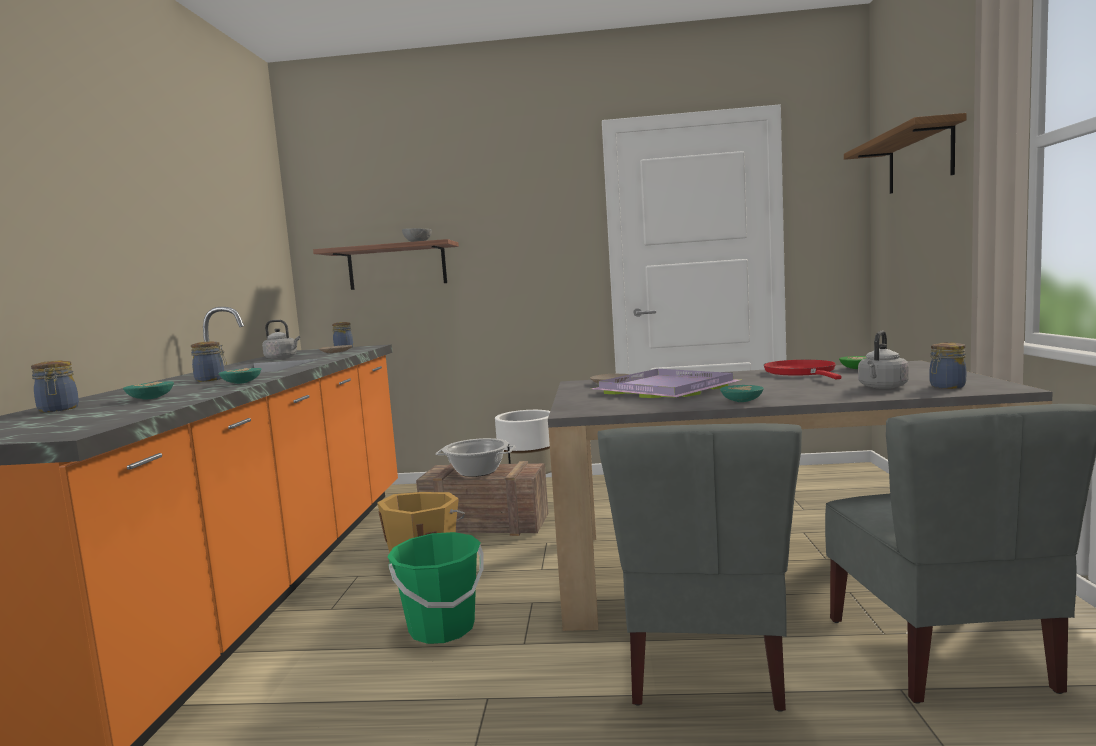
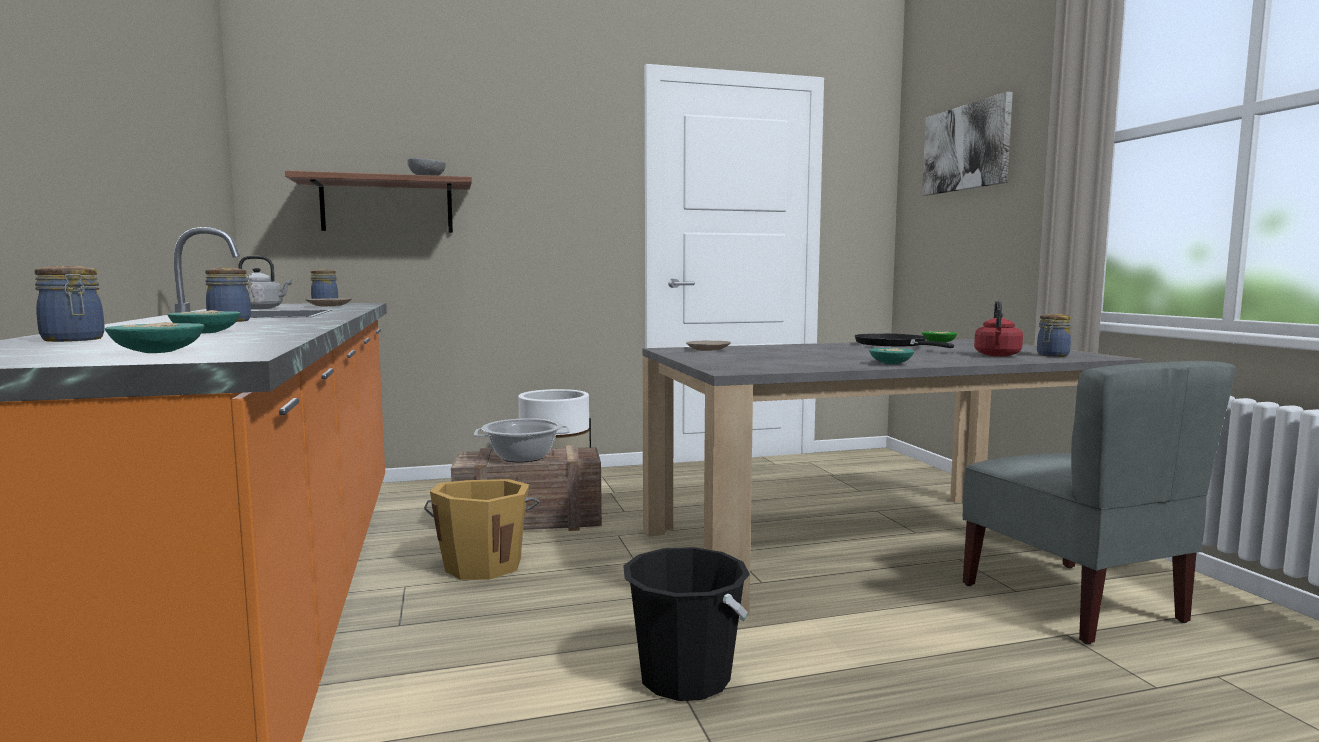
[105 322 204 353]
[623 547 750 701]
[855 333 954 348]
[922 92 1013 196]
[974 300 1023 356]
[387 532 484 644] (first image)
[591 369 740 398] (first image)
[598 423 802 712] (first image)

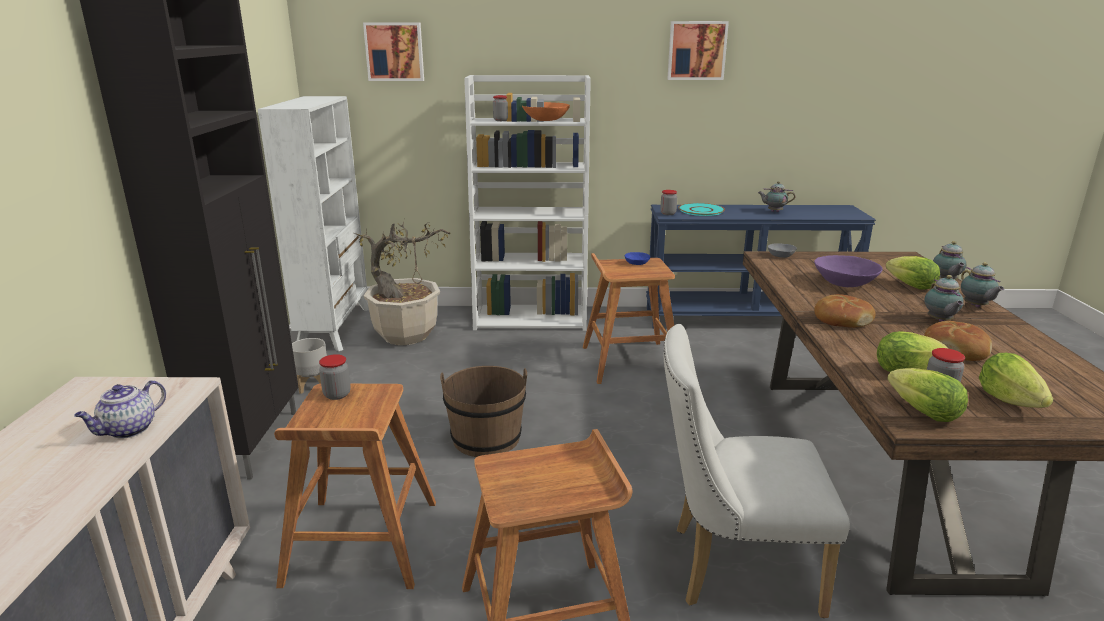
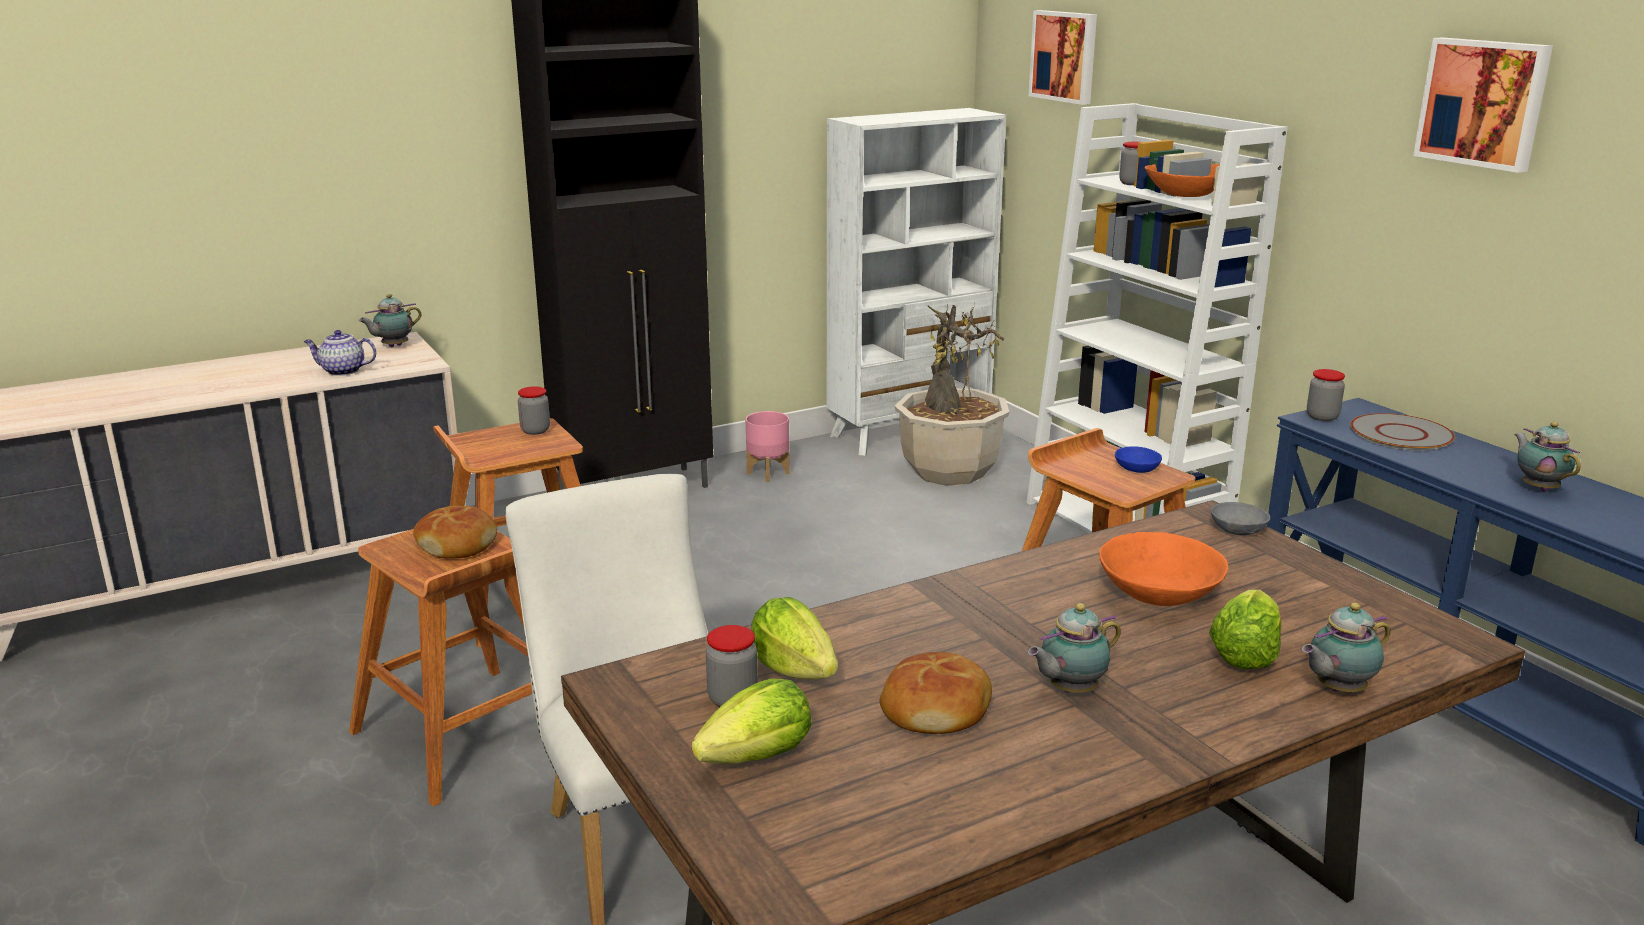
[359 294 421 347]
[413 506 497 559]
[746 411 790 482]
[1099 532 1228 606]
[1350 413 1455 451]
[440 366 527 457] (first image)
[887 368 968 422] (first image)

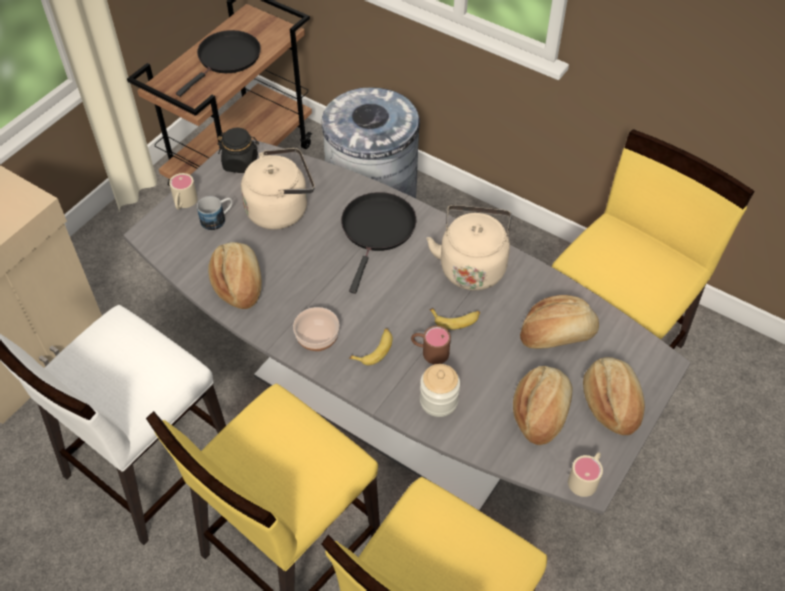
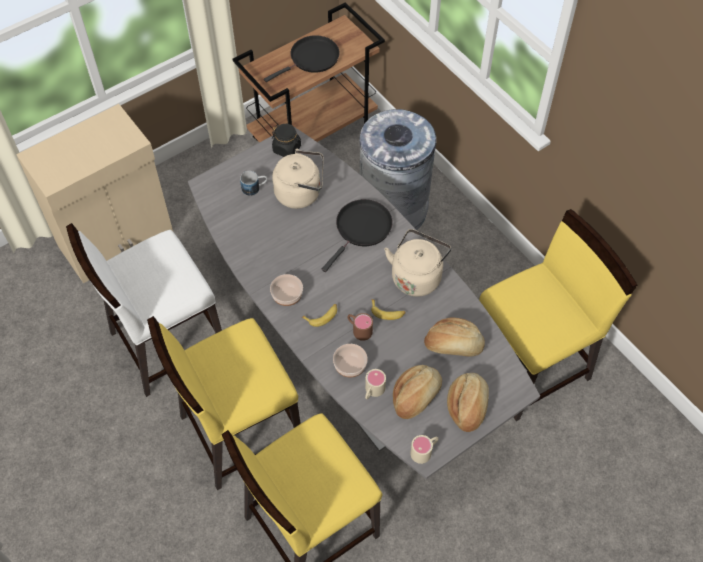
[333 344 368 378]
[365 369 386 399]
[208 242 262 309] (first image)

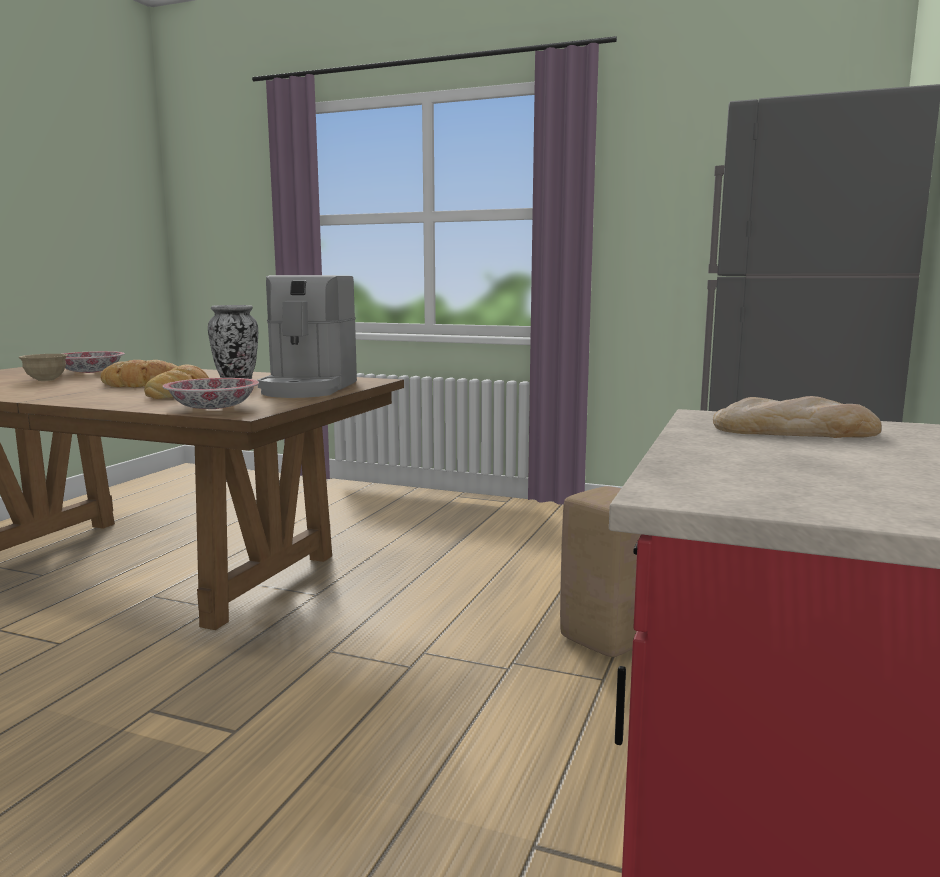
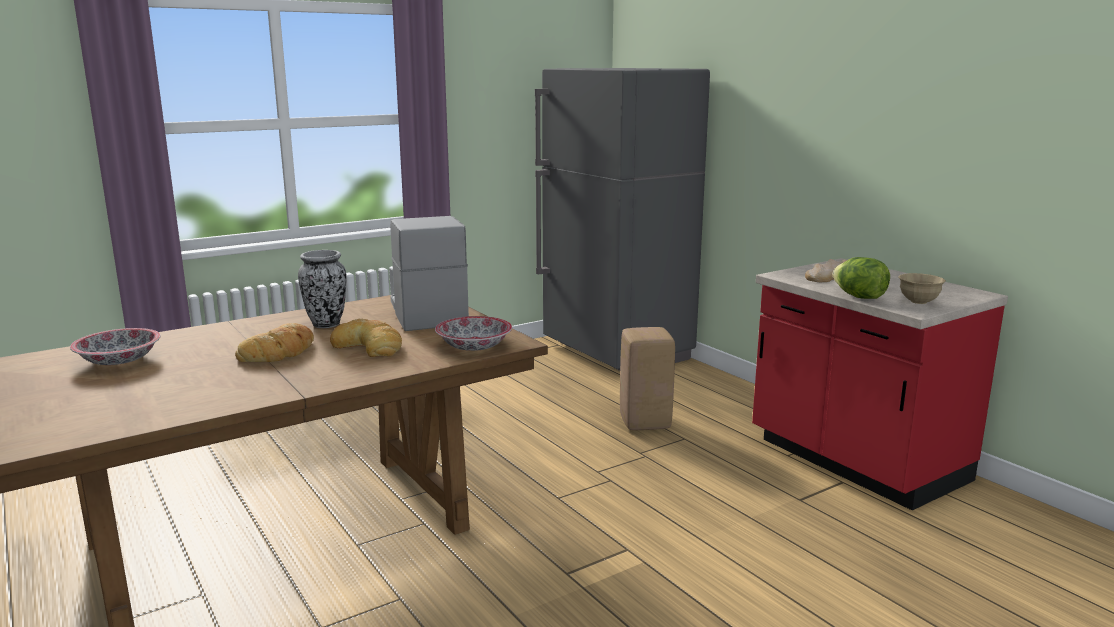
[390 216 469 331]
[833 257 890 299]
[899 273 946 304]

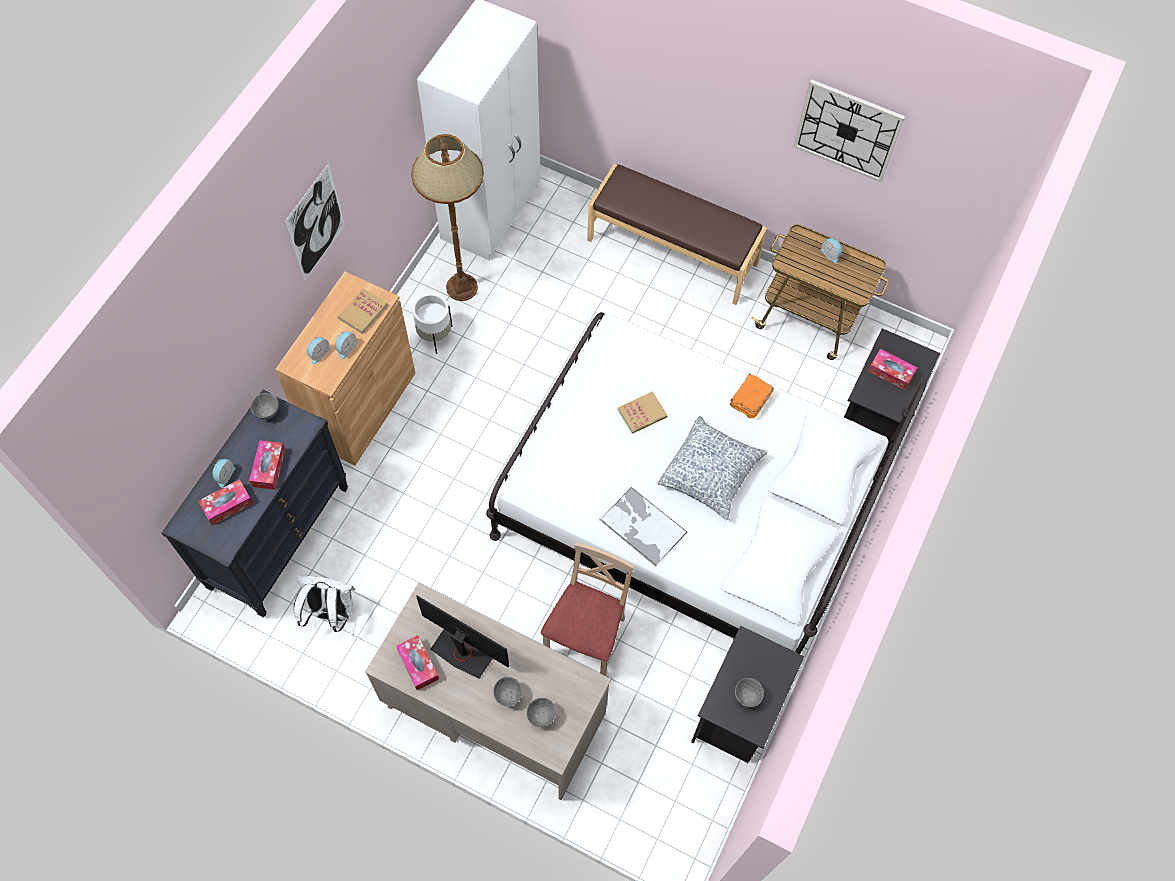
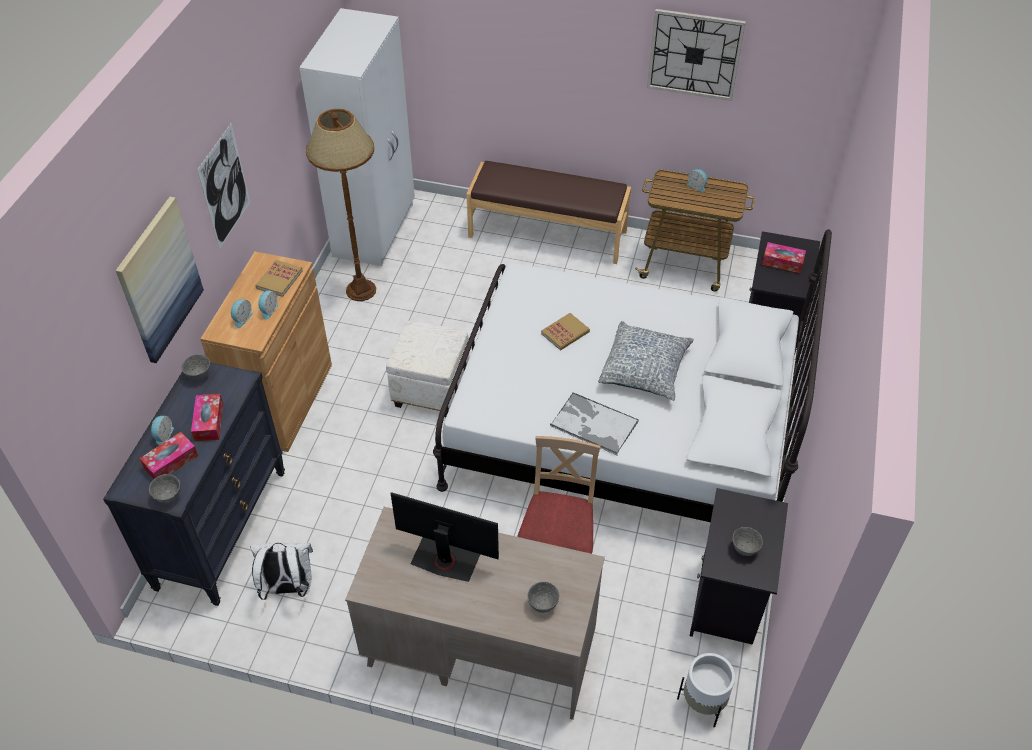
[116 197 204 363]
[149 474 180 503]
[386 321 469 417]
[677 653 735 727]
[396 635 439 690] (first image)
[730 373 774 419] (first image)

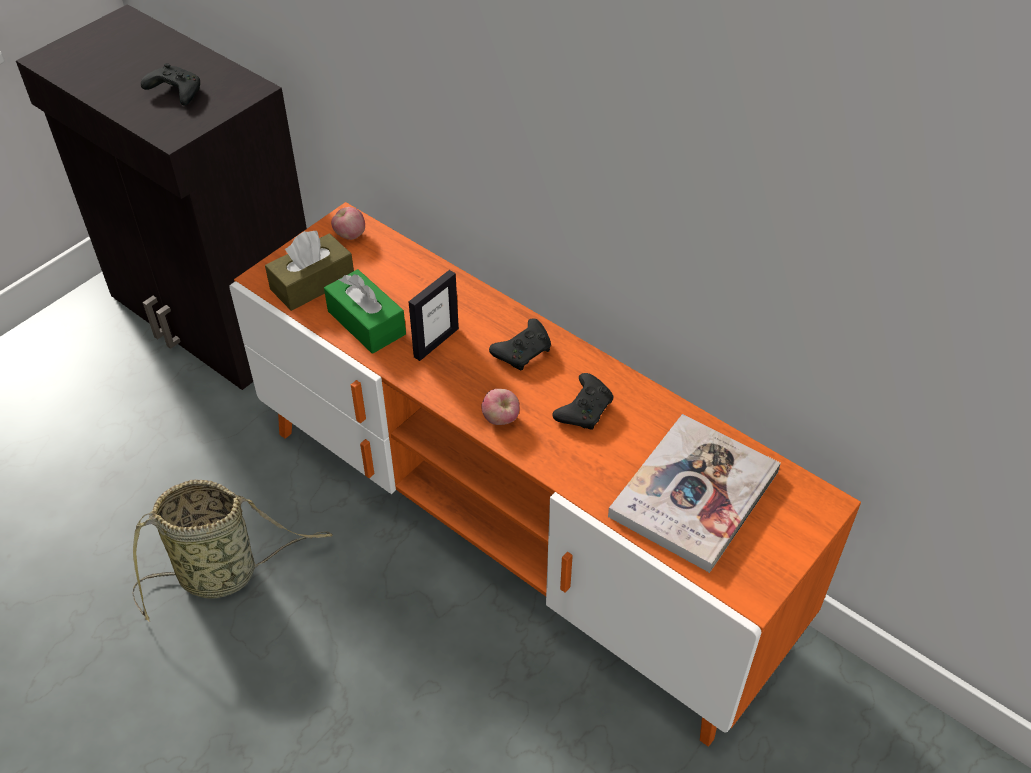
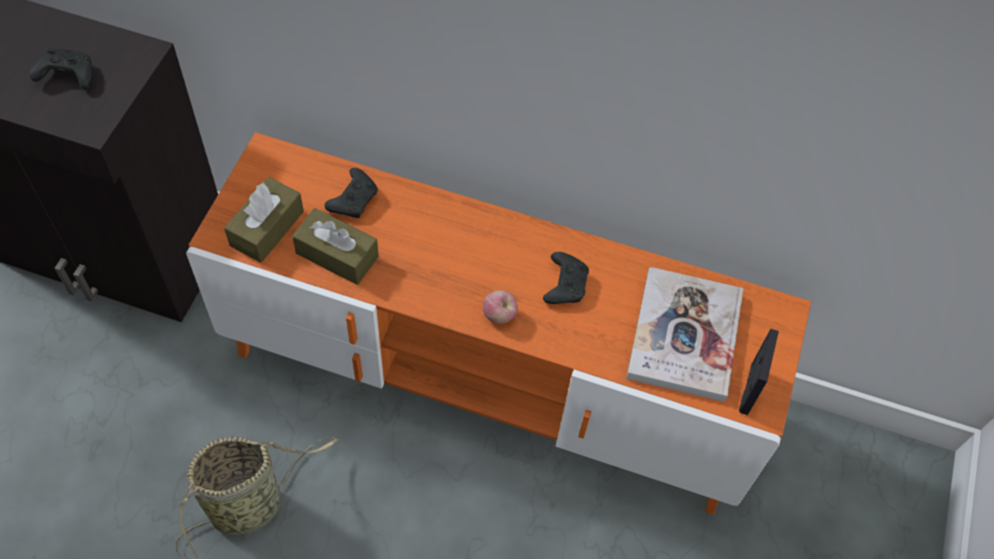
[292 208 379 285]
[325 168 378 218]
[739 329 779 415]
[331 207 365 240] (first image)

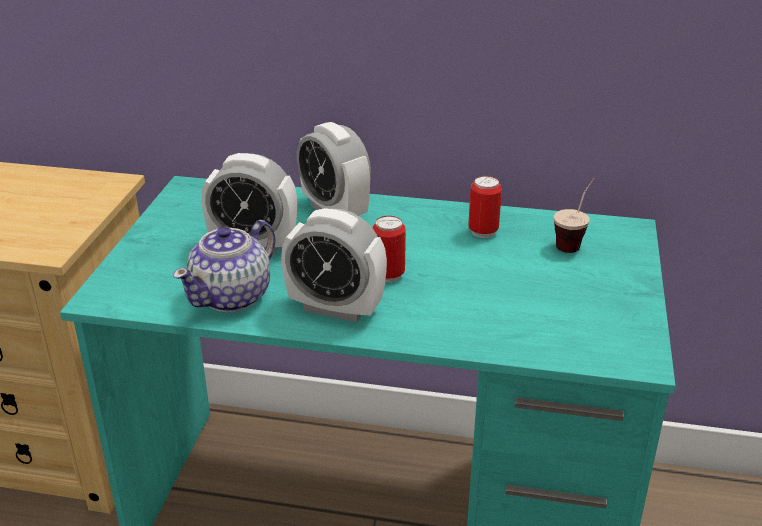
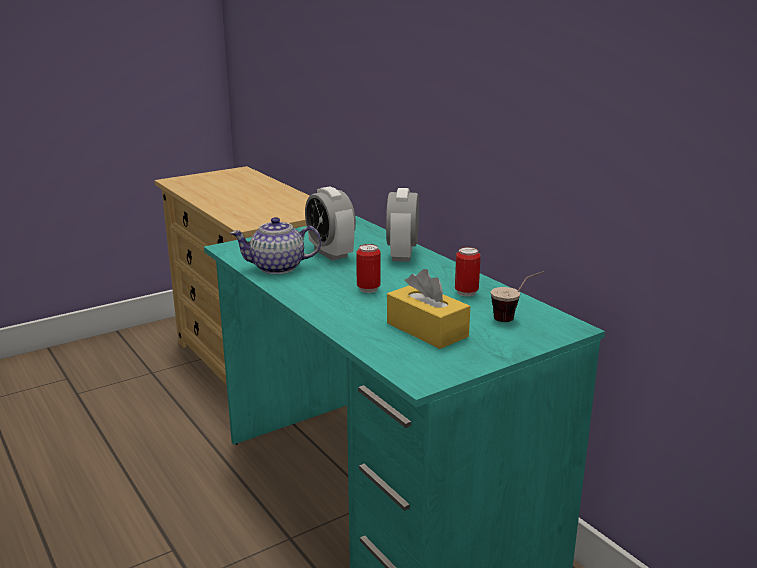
[387 269 470 349]
[281 208 387 323] (first image)

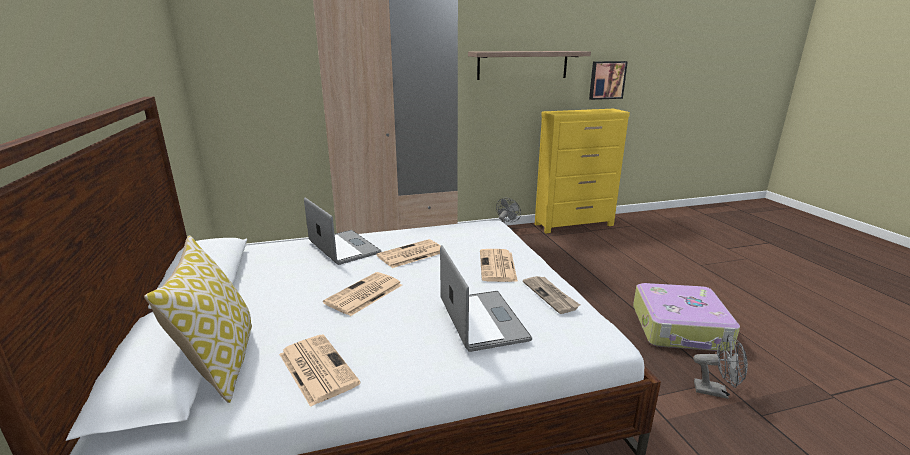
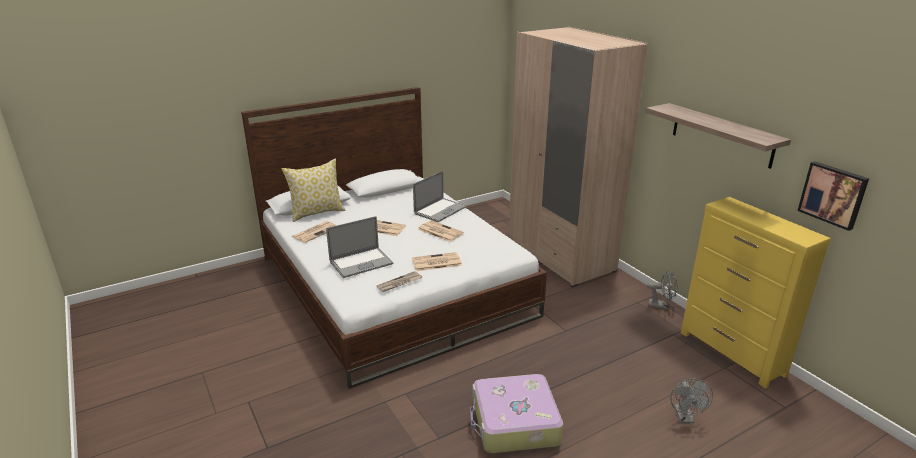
[671 379 713 423]

